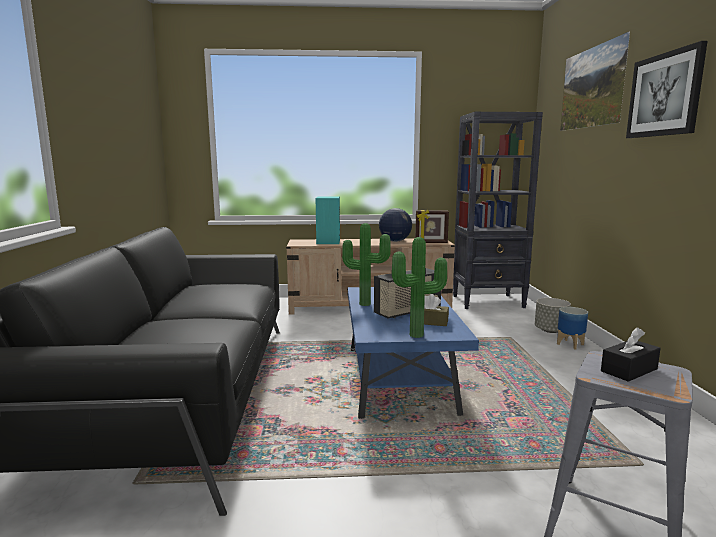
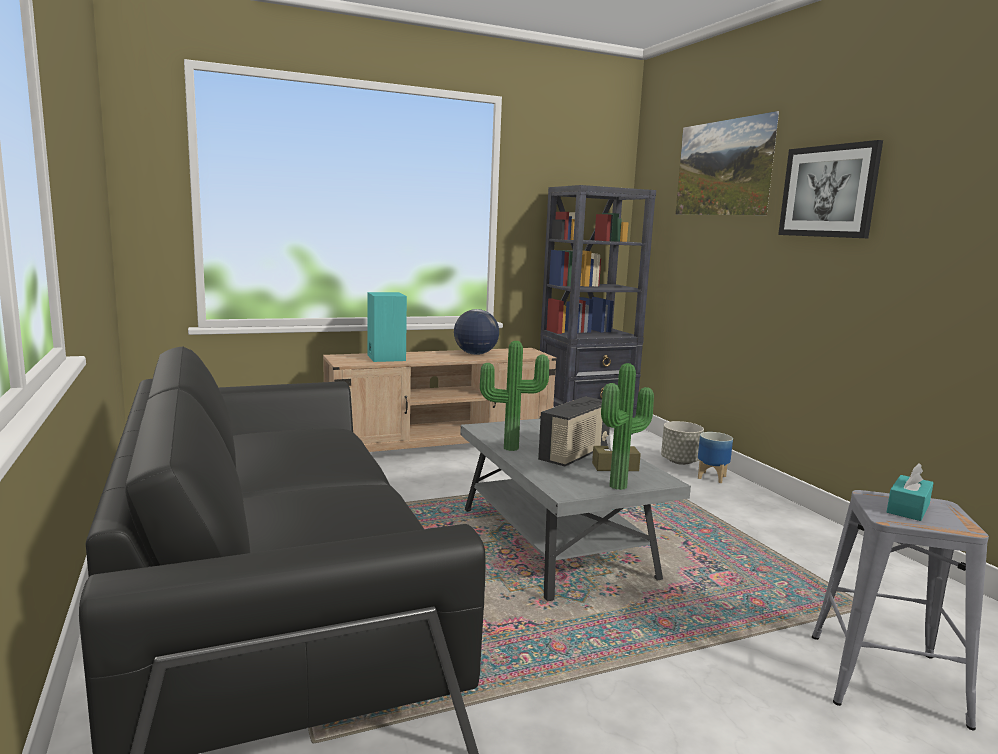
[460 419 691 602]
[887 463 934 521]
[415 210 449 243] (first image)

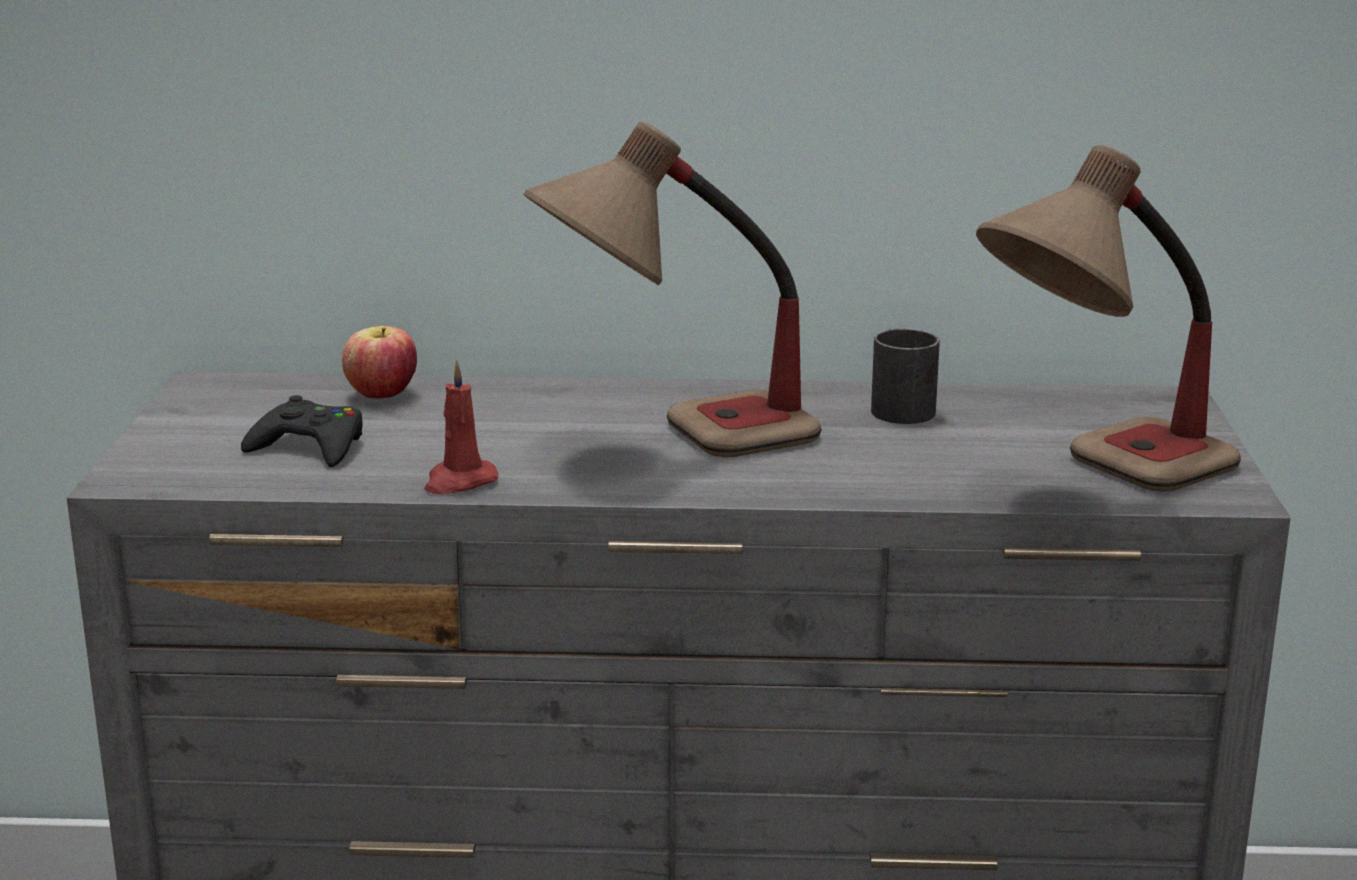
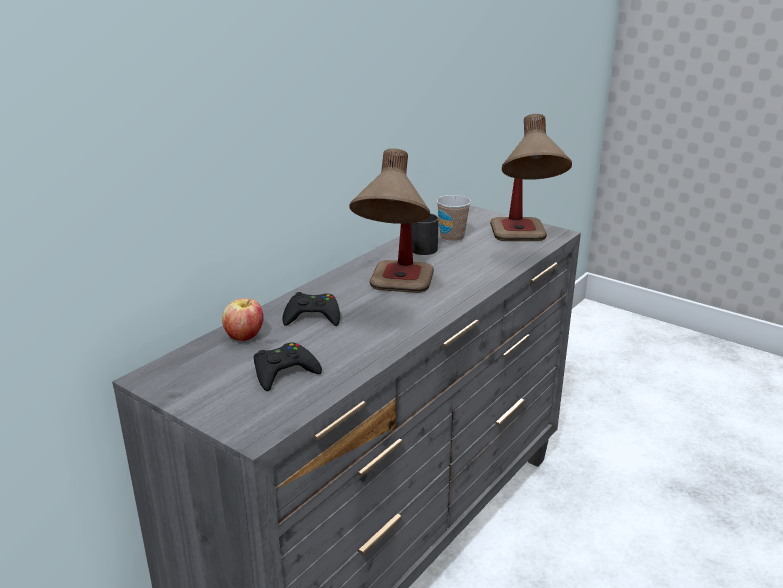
[282 292 340 326]
[437 195 471 242]
[424 360 498 494] (first image)

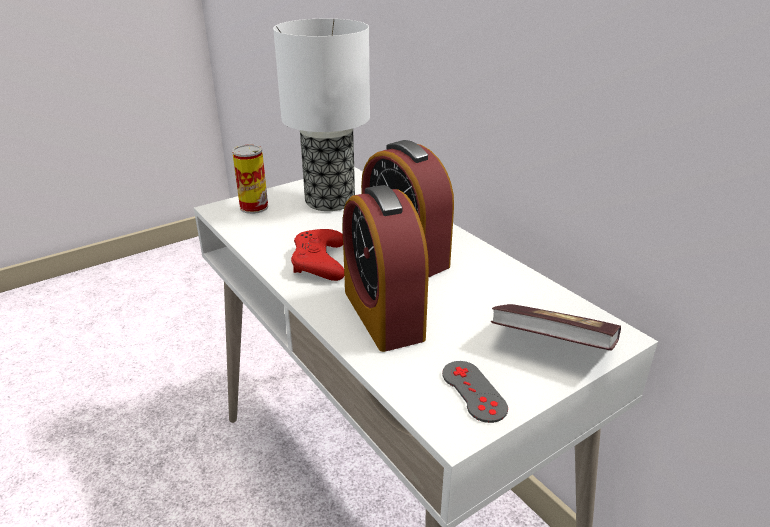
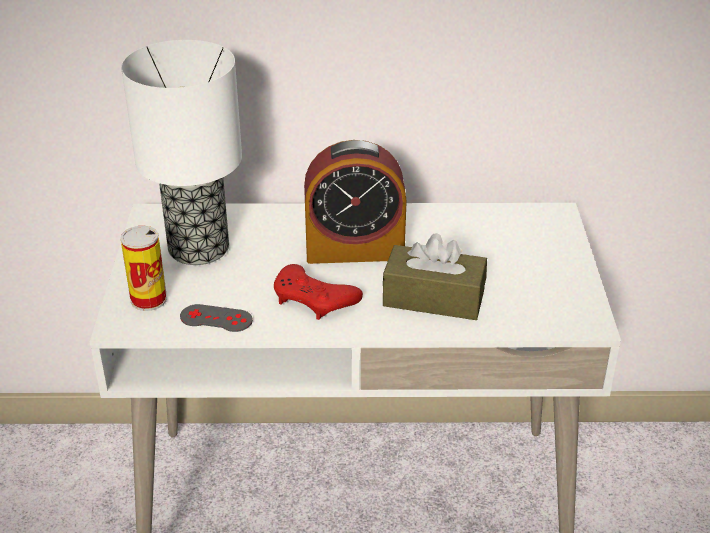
[180 304 253 332]
[383 233 487 320]
[491 304 621 350] (first image)

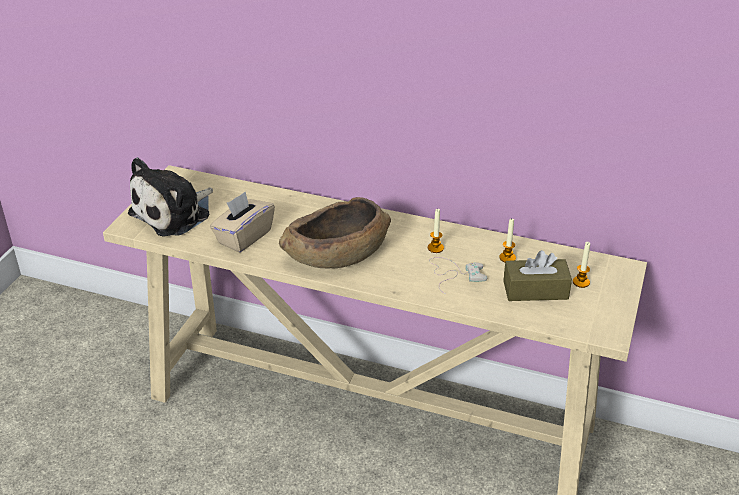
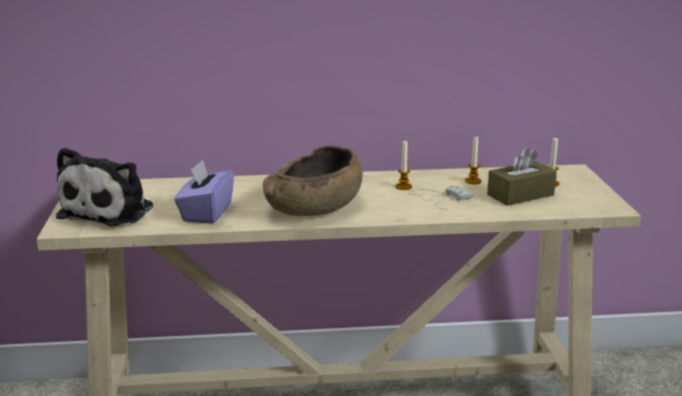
[174 159 234 224]

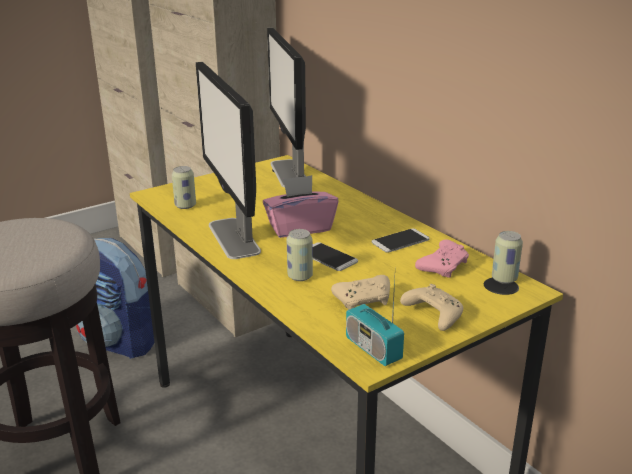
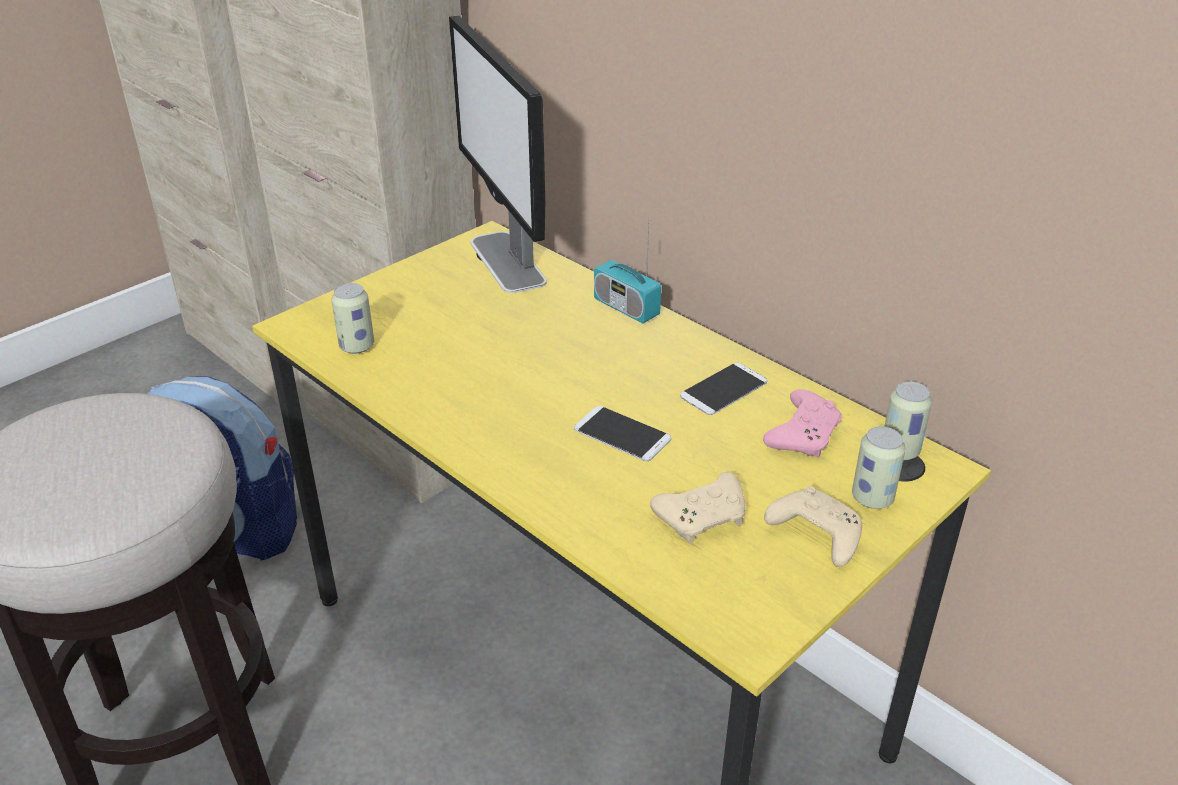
[594 222 661 323]
[852 426 906 509]
[196 62 261 259] (first image)
[263 175 338 238] (first image)

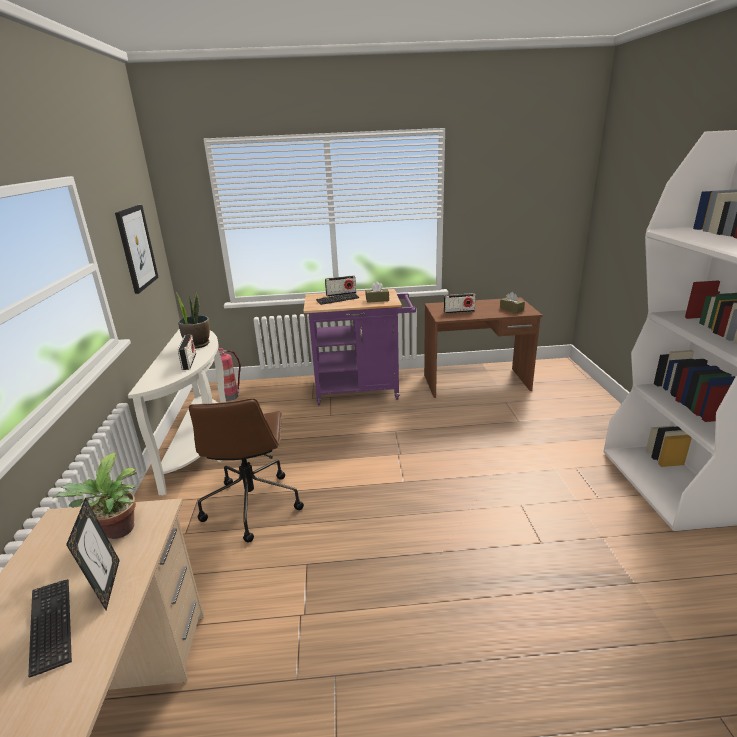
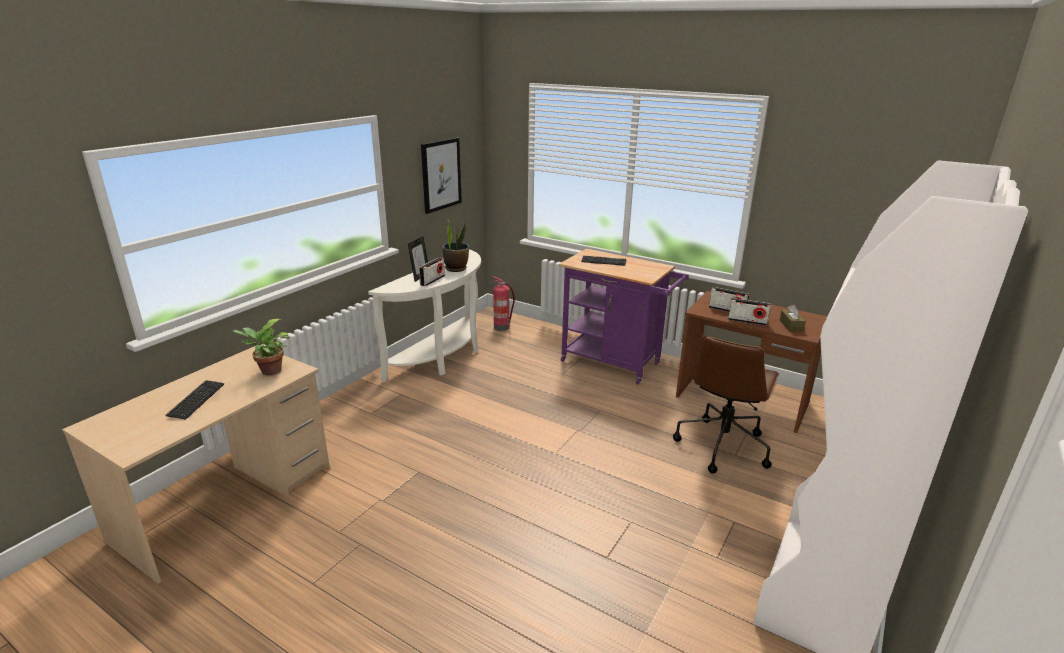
[408 237 428 282]
[673 336 779 474]
[728 298 771 326]
[366 281 389 303] (first image)

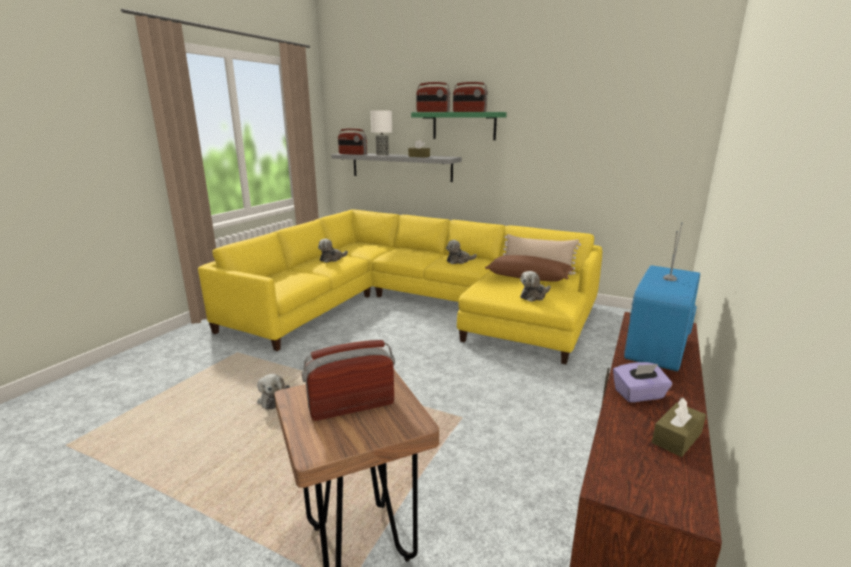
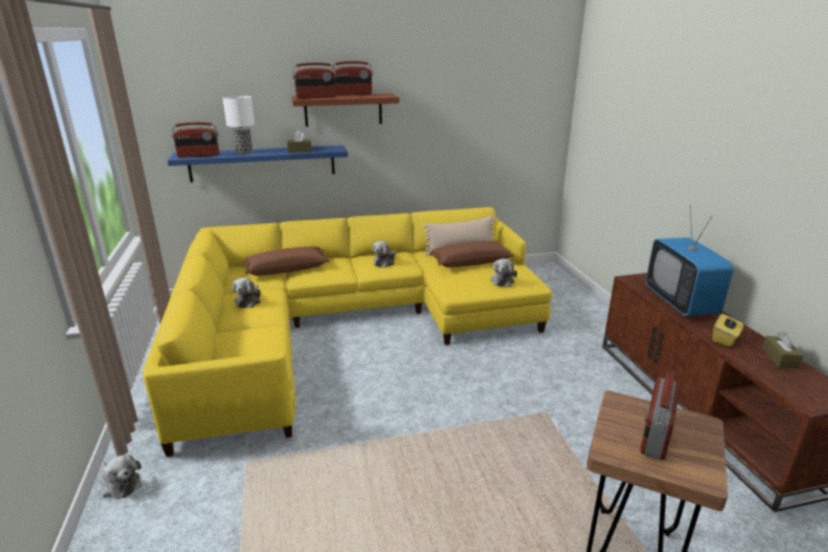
[101 455 141 499]
[167 145 348 182]
[243 247 329 276]
[292 93 399 127]
[713 314 744 347]

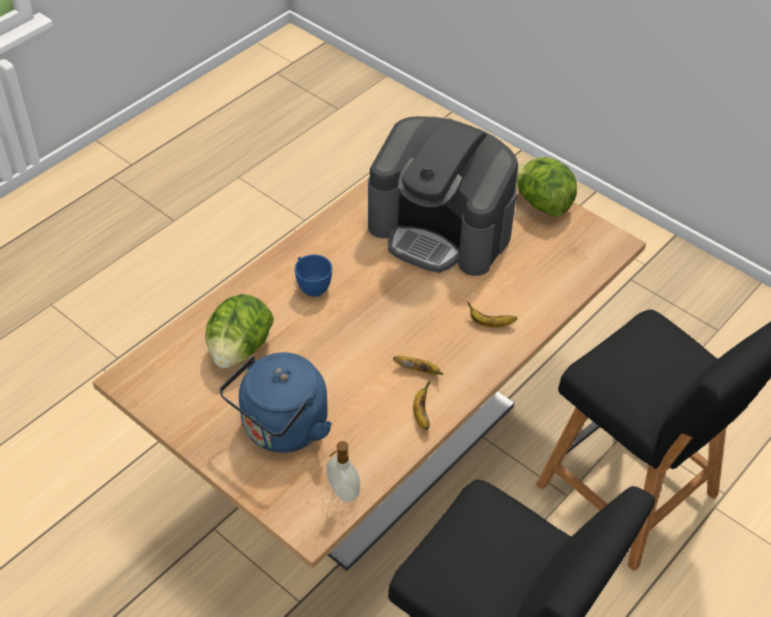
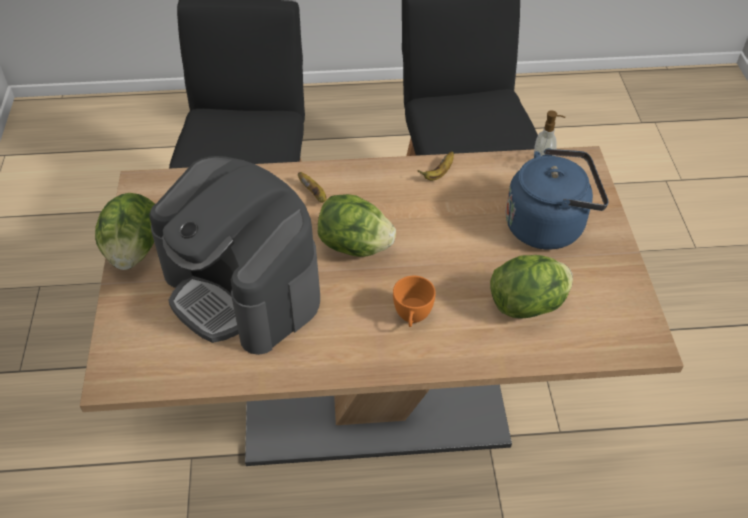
[150 156 320 355]
[318 194 396 257]
[393 276 436 327]
[393 356 443 375] (first image)

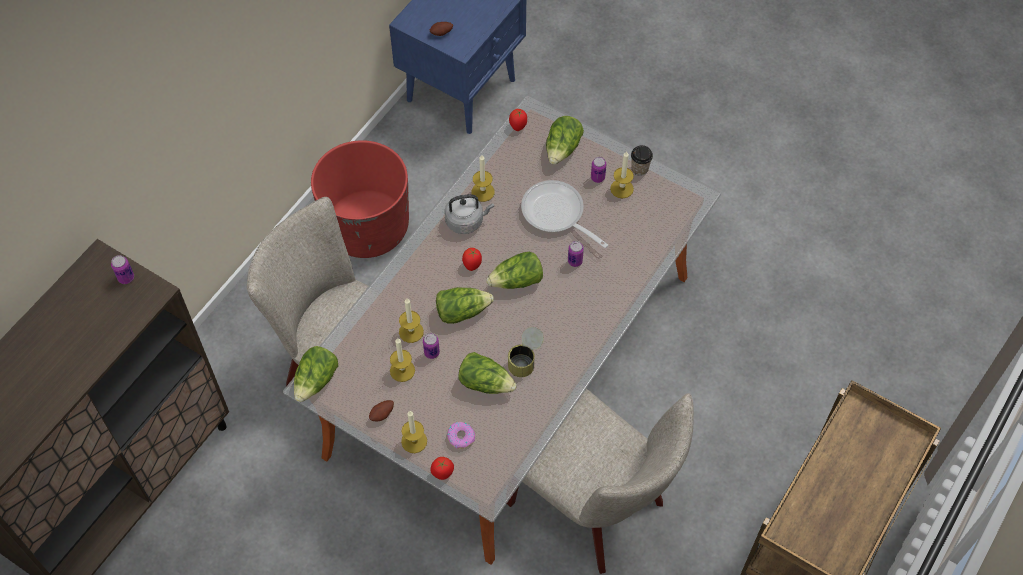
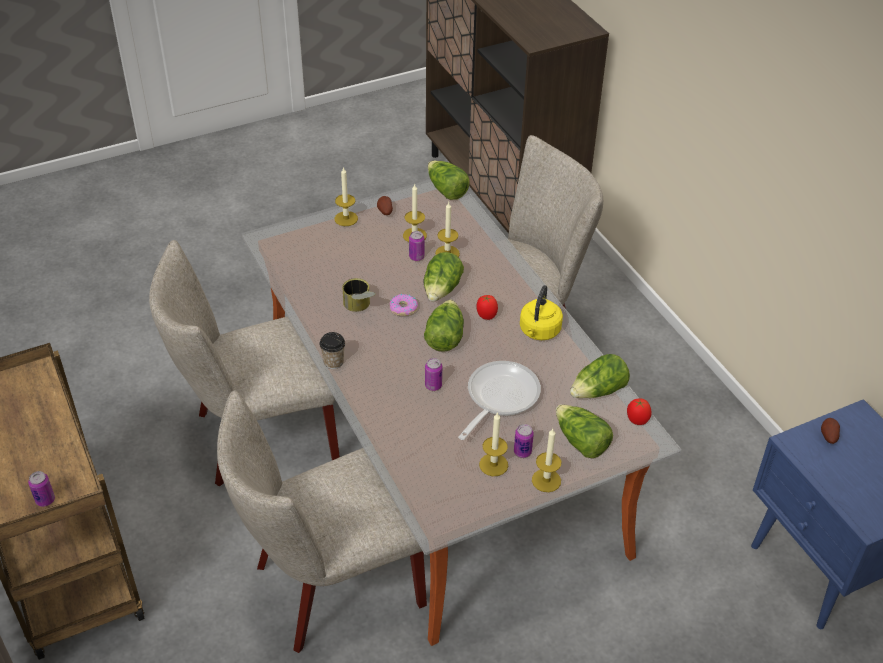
[28 471 55 507]
[217 390 427 653]
[319 332 345 369]
[389 294 418 316]
[458 361 541 440]
[520 285 563 340]
[532 429 561 492]
[570 354 630 398]
[311 140 409 258] (first image)
[431 457 454 480] (first image)

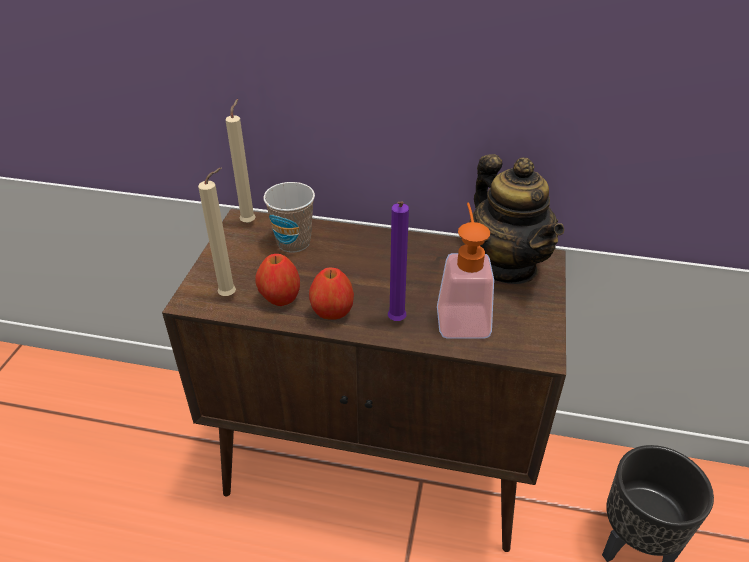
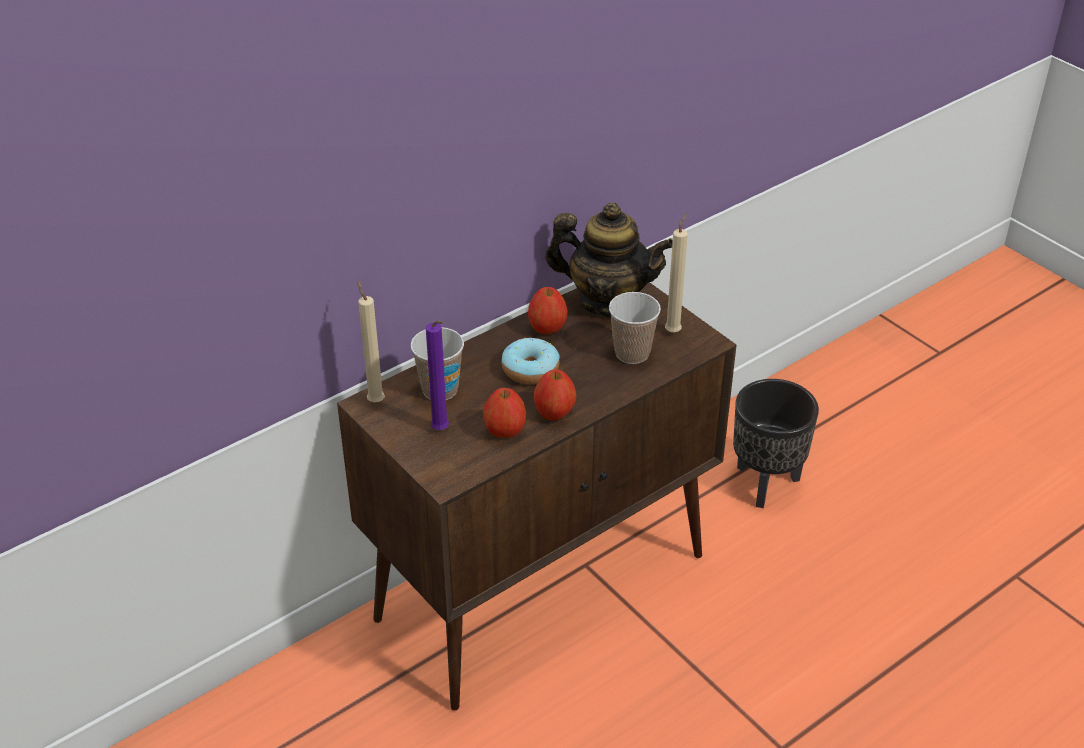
[426 321 449 430]
[502 338 560 385]
[528 287 568 334]
[609 292 661 364]
[665 213 688 333]

